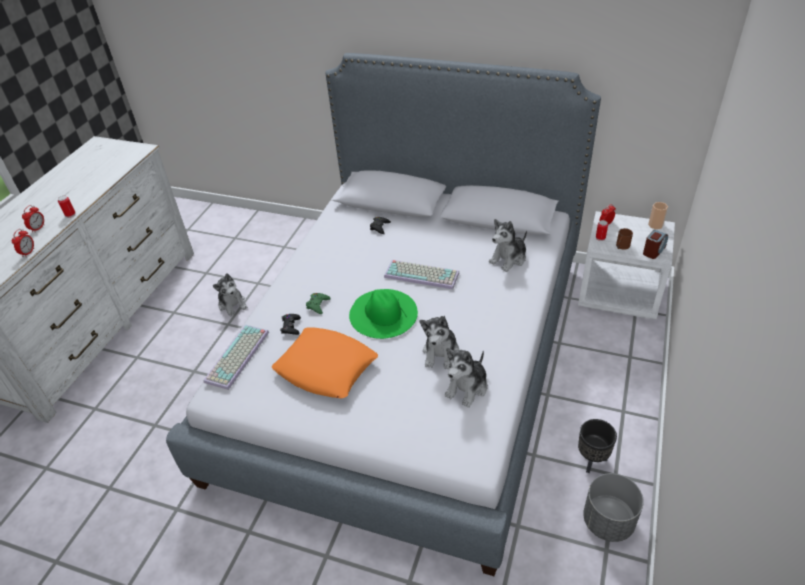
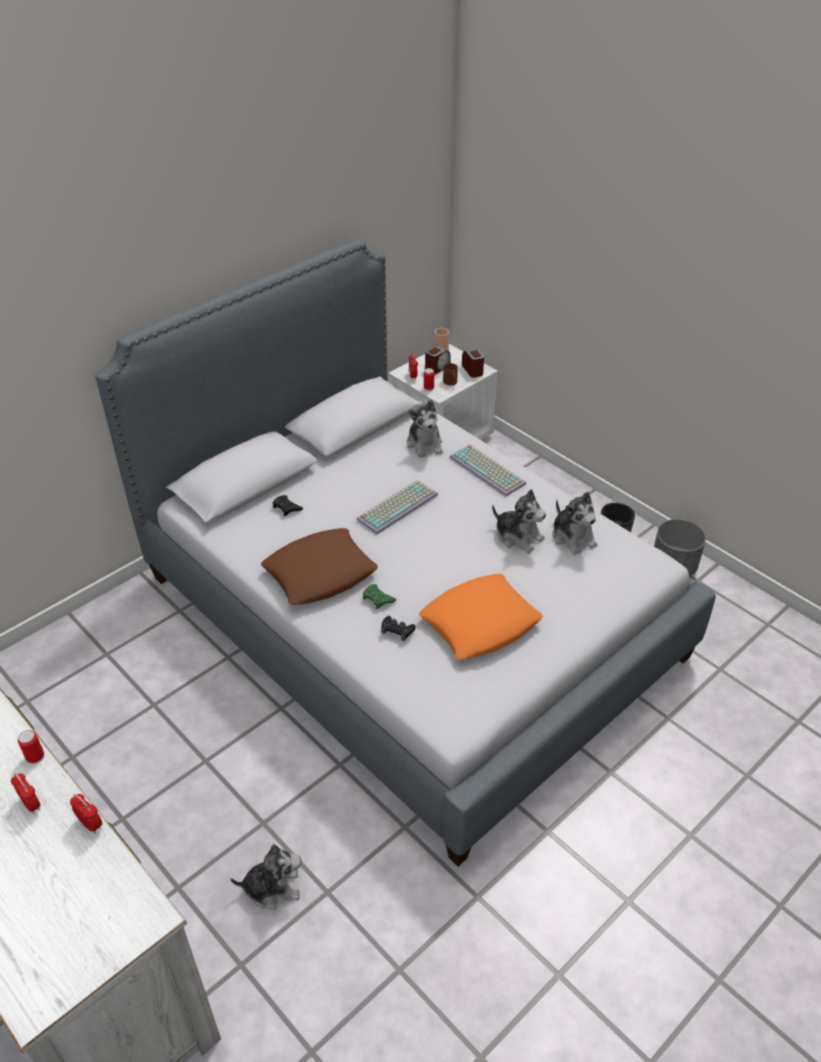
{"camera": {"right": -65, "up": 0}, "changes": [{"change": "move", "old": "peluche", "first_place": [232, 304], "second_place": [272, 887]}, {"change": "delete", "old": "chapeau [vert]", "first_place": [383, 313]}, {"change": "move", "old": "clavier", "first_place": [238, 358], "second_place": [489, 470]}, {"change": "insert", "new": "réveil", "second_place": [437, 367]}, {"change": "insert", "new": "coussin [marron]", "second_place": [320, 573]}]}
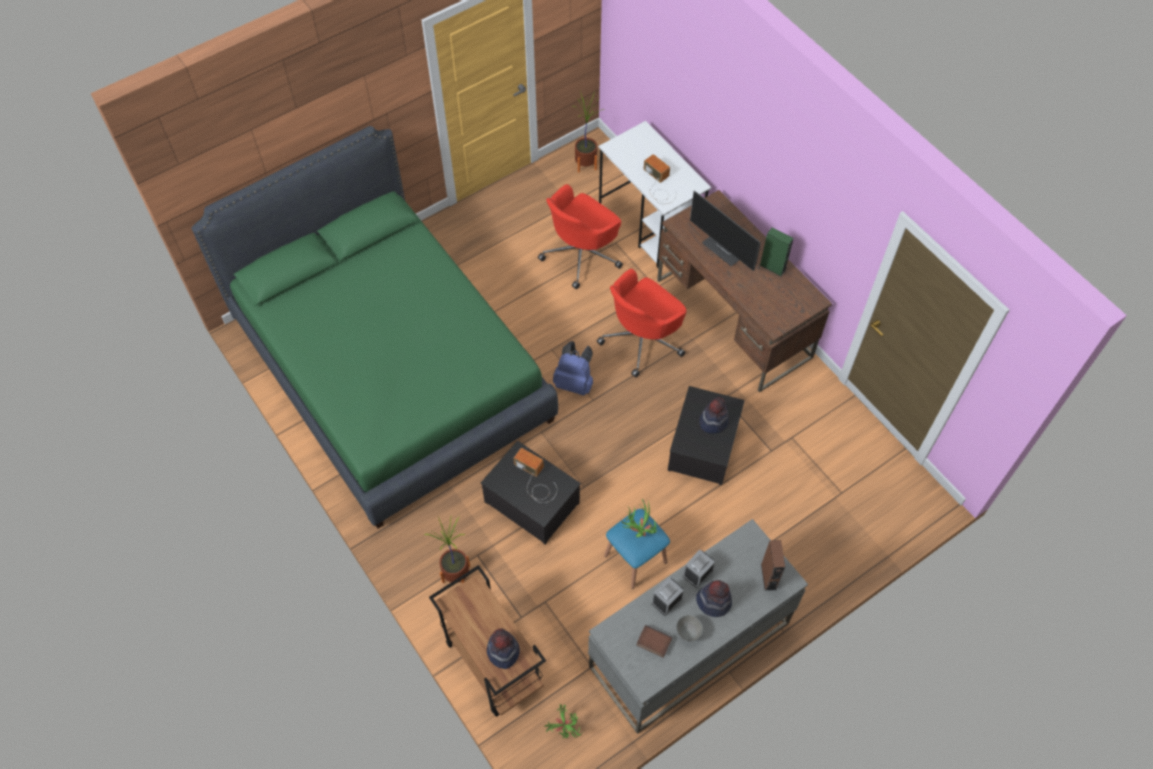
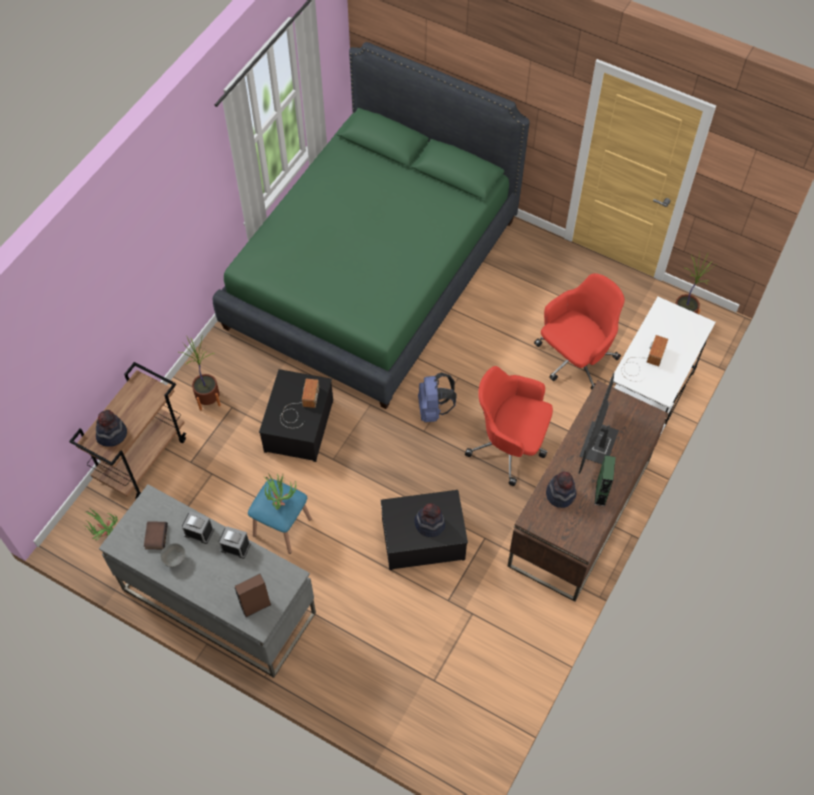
{"camera": {"right": 65, "up": 0}, "changes": [{"change": "rotate", "old": "chaise de bureau [rouge]", "first_place": [581, 255], "second_place": [574, 359], "degrees": 120}, {"change": "move", "old": "chapeau", "first_place": [713, 601], "second_place": [561, 494]}]}
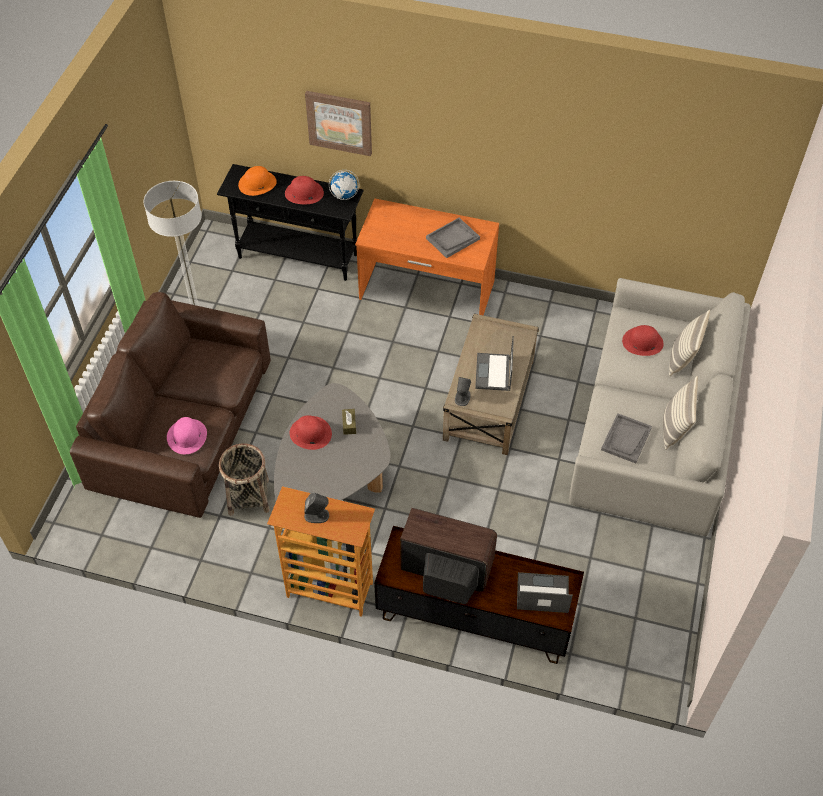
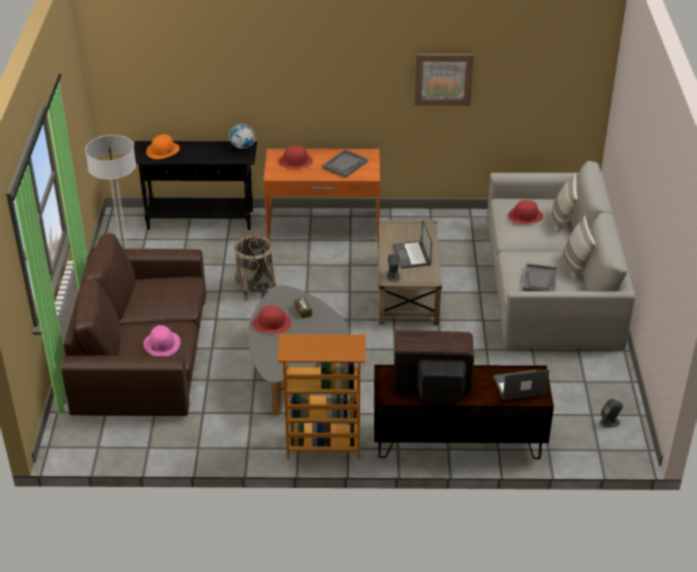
{"camera": {"right": -15, "up": -15}, "changes": [{"change": "move", "old": "tableau", "first_place": [339, 122], "second_place": [443, 78]}, {"change": "move", "old": "chapeau [rouge]", "first_place": [304, 193], "second_place": [295, 161]}, {"change": "move", "old": "panier", "first_place": [248, 496], "second_place": [255, 287]}, {"change": "move", "old": "enceinte [gris]", "first_place": [317, 515], "second_place": [610, 422]}]}
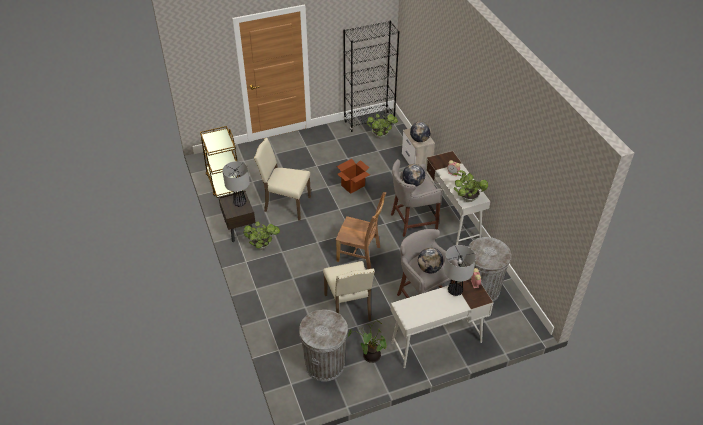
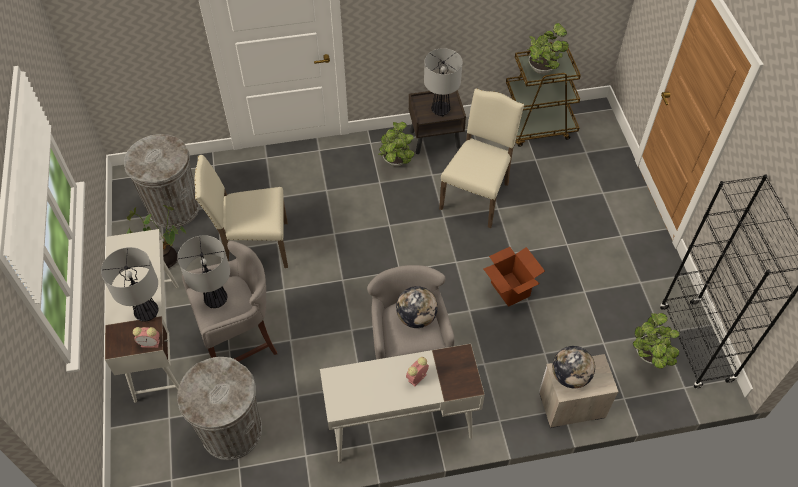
{"camera": {"right": 100, "up": 10}, "changes": [{"change": "move", "old": "plante en pot", "first_place": [467, 197], "second_place": [542, 67]}, {"change": "delete", "old": "chaise [marron]", "first_place": [360, 254]}, {"change": "replace", "old": "globe", "new": "lampe de table", "first_place": [429, 269], "second_place": [215, 299]}]}
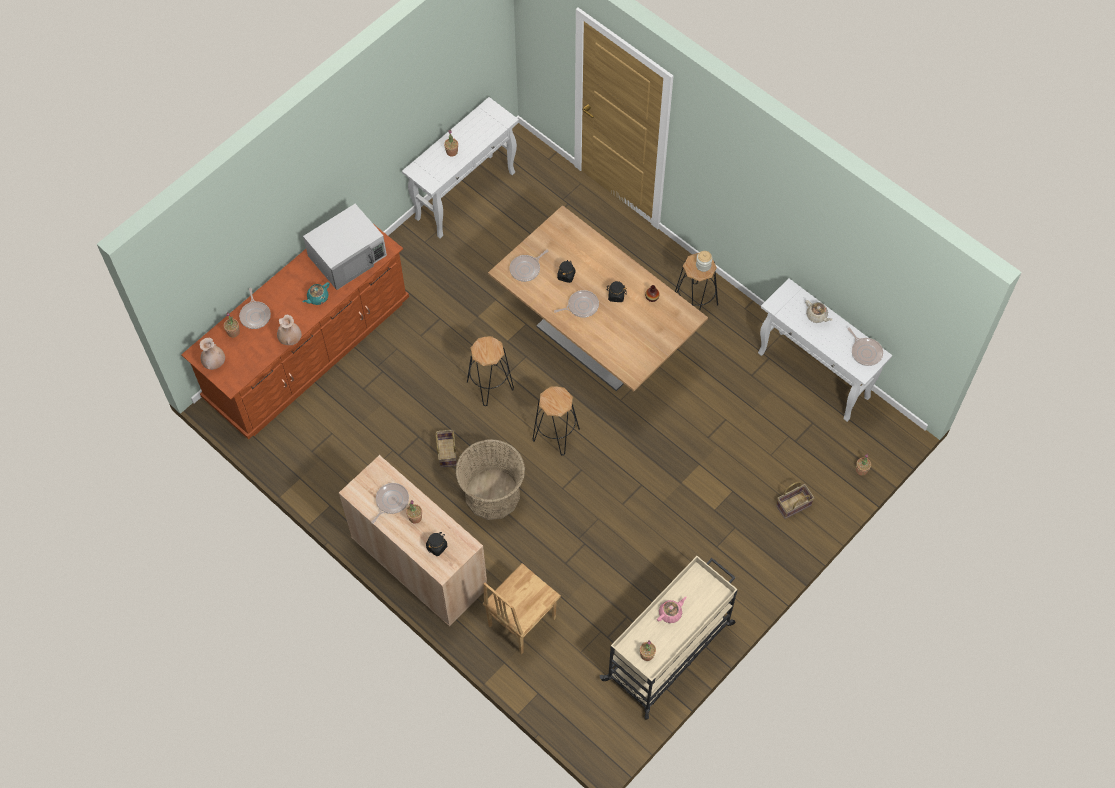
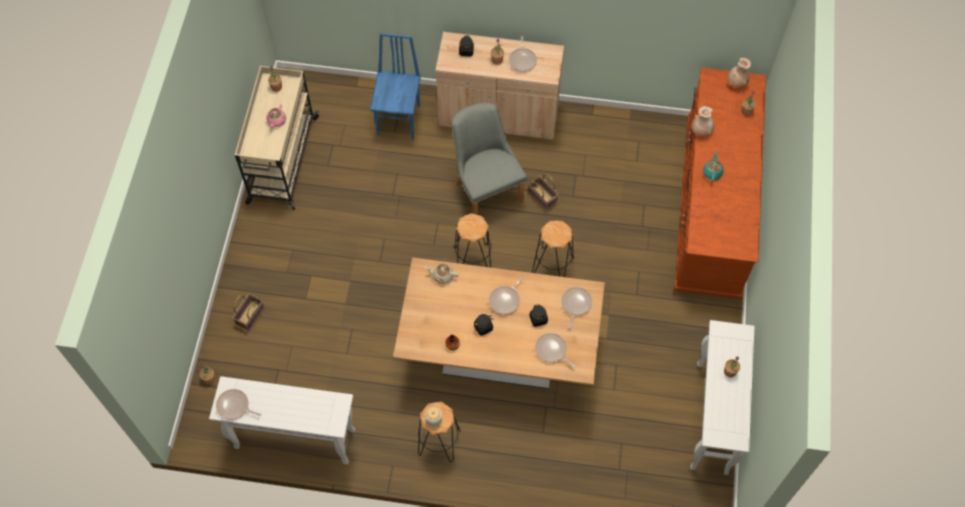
{"camera": {"right": 145, "up": 0}, "changes": [{"change": "delete", "old": "micro-ondes [blanc]", "first_place": [348, 256]}, {"change": "move", "old": "poêle", "first_place": [255, 315], "second_place": [552, 350]}, {"change": "move", "old": "théière [beige]", "first_place": [817, 316], "second_place": [442, 276]}, {"change": "replace", "old": "panier", "new": "chaise [gris]", "first_place": [492, 494], "second_place": [485, 188]}, {"change": "recolor", "old": "chaise [marron]", "new": "chaise [bleu]", "first_place": [521, 622], "second_place": [400, 120]}]}
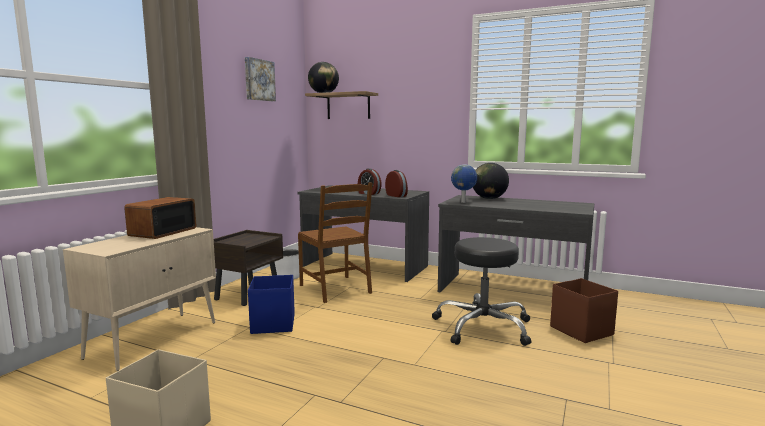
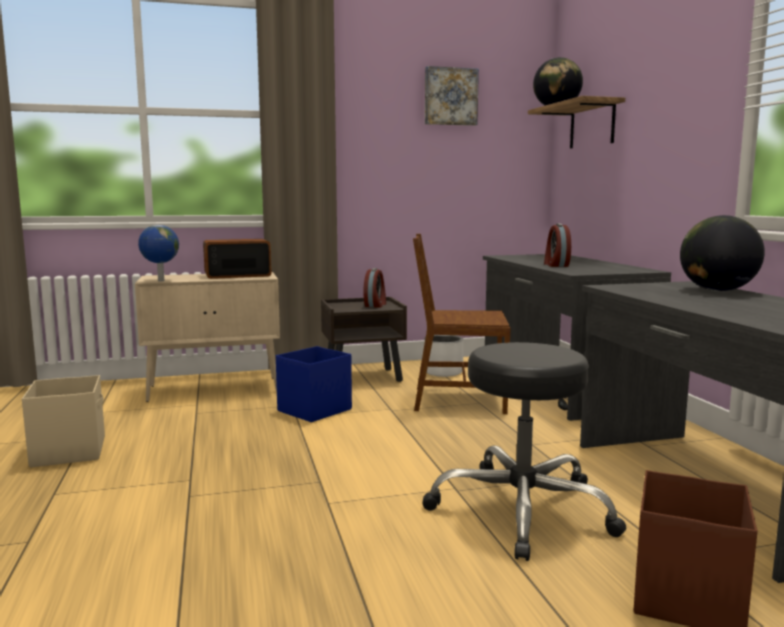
{"camera": {"right": 50, "up": 0}, "changes": [{"change": "move", "old": "globe", "first_place": [463, 202], "second_place": [160, 281]}, {"change": "move", "old": "réveil", "first_place": [397, 195], "second_place": [376, 305]}, {"change": "rotate", "old": "chaise [marron]", "first_place": [336, 289], "second_place": [458, 400], "degrees": 75}]}
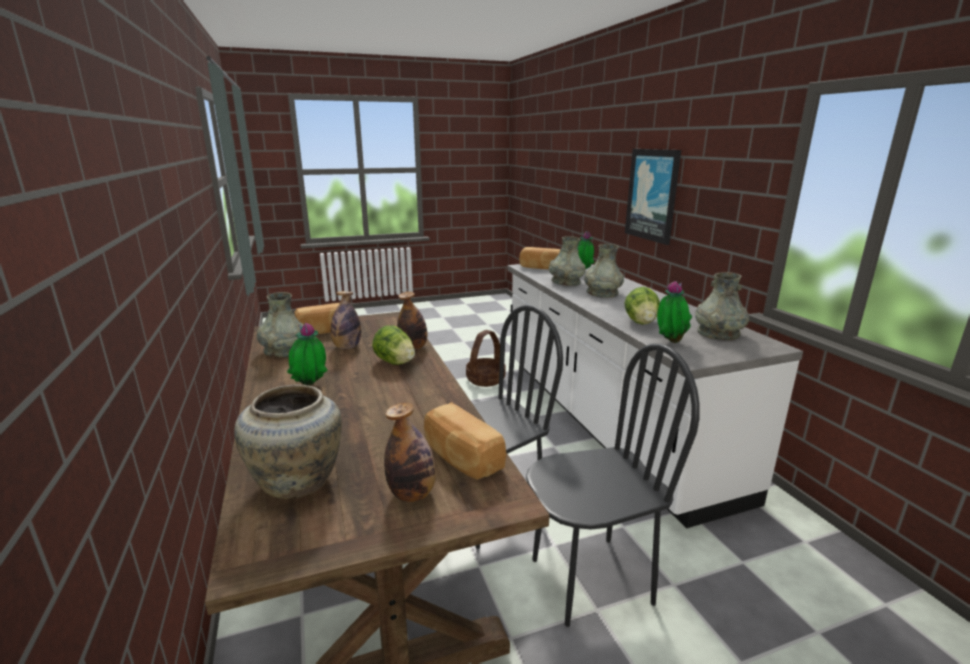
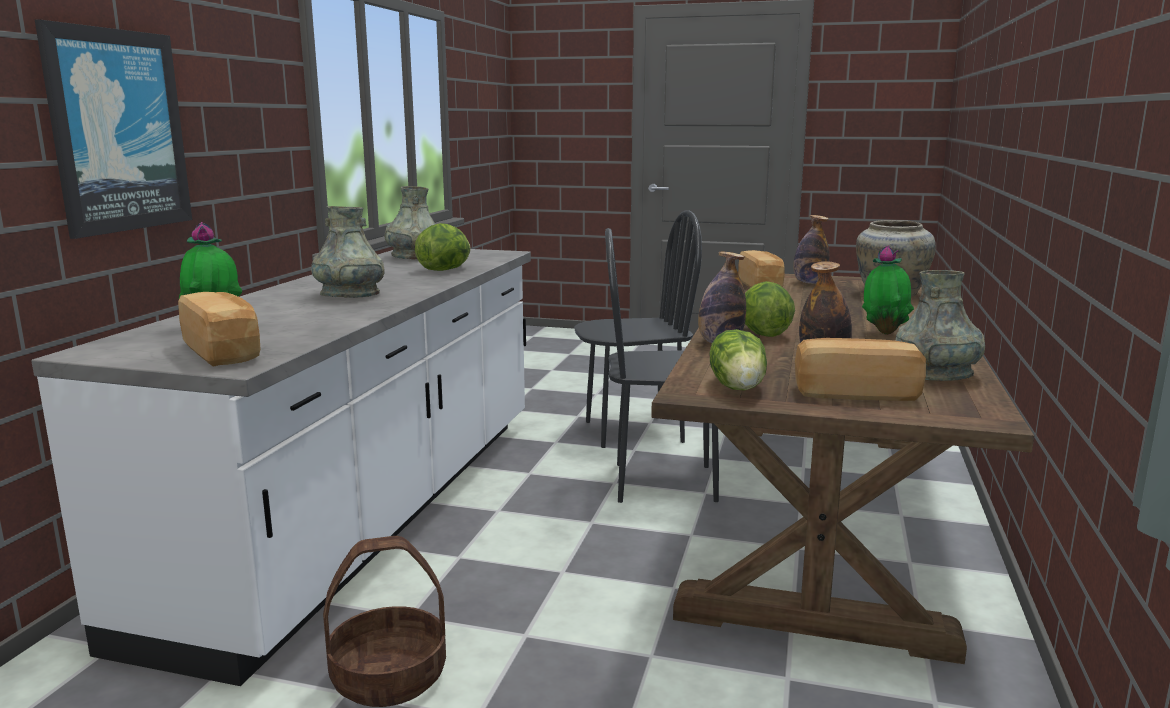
{"camera": {"right": -145, "up": -5}, "changes": [{"change": "delete", "old": "vase [gris]", "first_place": [566, 282]}, {"change": "delete", "old": "plante en pot", "first_place": [669, 342]}, {"change": "rotate", "old": "chaise [noir]", "first_place": [590, 579], "second_place": [633, 431], "degrees": 150}, {"change": "insert", "new": "laitue", "second_place": [739, 387]}]}
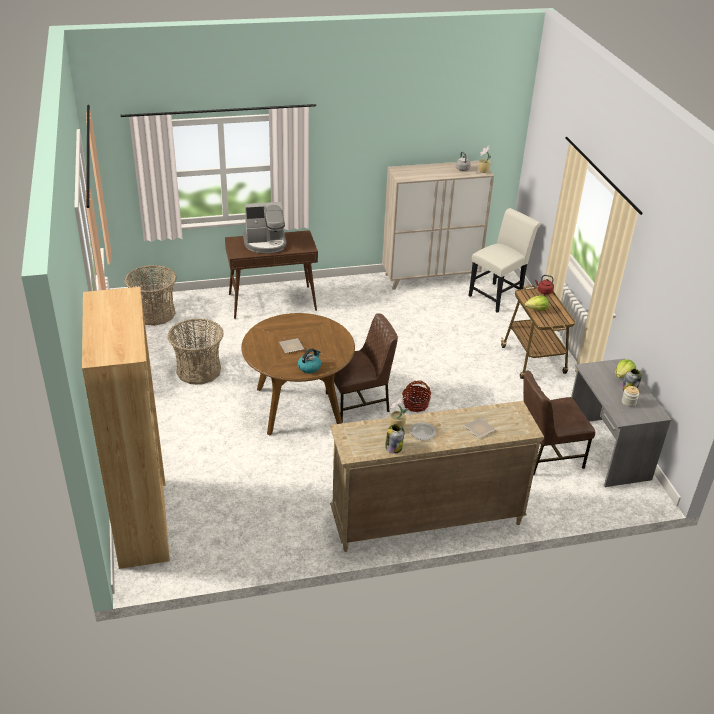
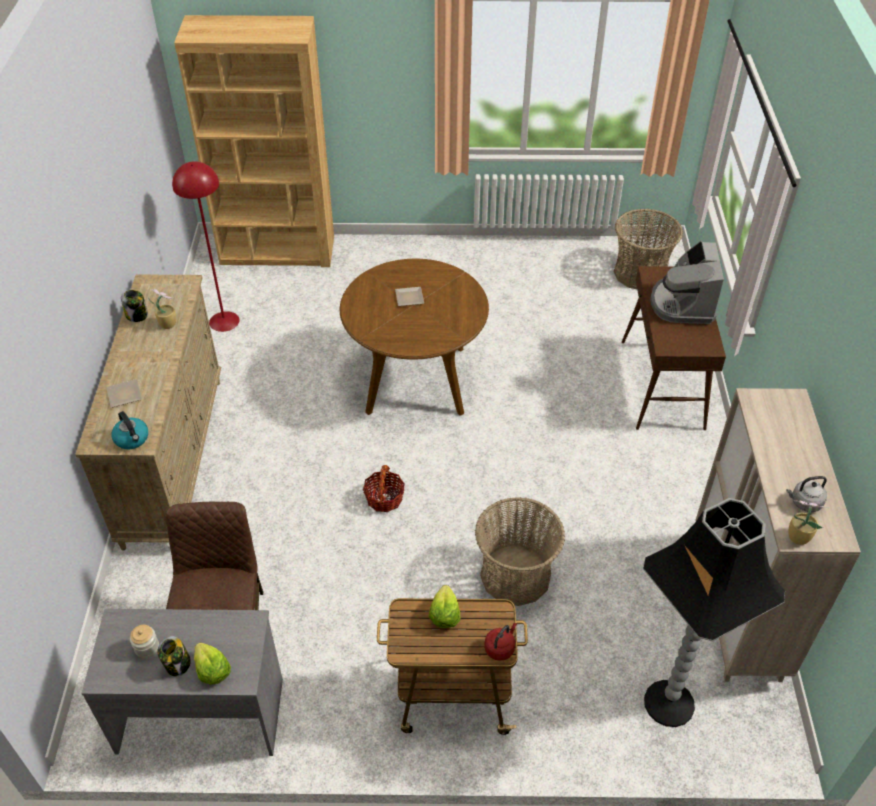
{"camera": {"right": 105, "up": 10}, "changes": [{"change": "replace", "old": "chaise [blanc]", "new": "lampadaire [noir]", "first_place": [498, 296], "second_place": [669, 704]}, {"change": "delete", "old": "chaise [marron]", "first_place": [359, 403]}, {"change": "move", "old": "panier", "first_place": [198, 371], "second_place": [515, 575]}, {"change": "move", "old": "bouilloire", "first_place": [309, 367], "second_place": [132, 439]}, {"change": "delete", "old": "assiette", "first_place": [423, 433]}, {"change": "insert", "new": "lampadaire [rouge]", "second_place": [224, 321]}]}
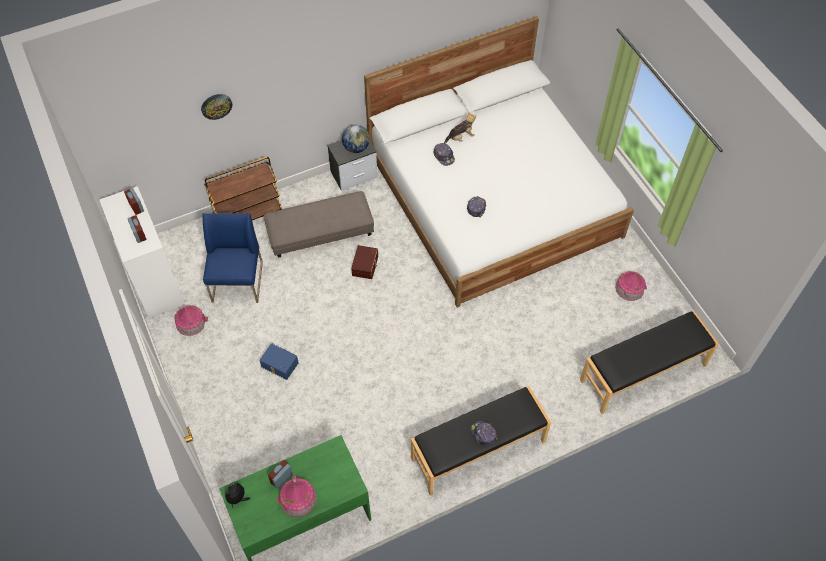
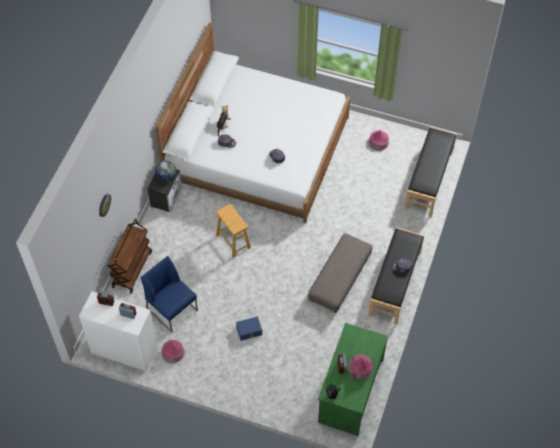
{"camera": {"right": -45, "up": 0}, "changes": [{"change": "move", "old": "pouf [gris]", "first_place": [320, 232], "second_place": [340, 278]}, {"change": "replace", "old": "boîte de rangement [marron]", "new": "tabouret [marron]", "first_place": [366, 265], "second_place": [233, 241]}]}
